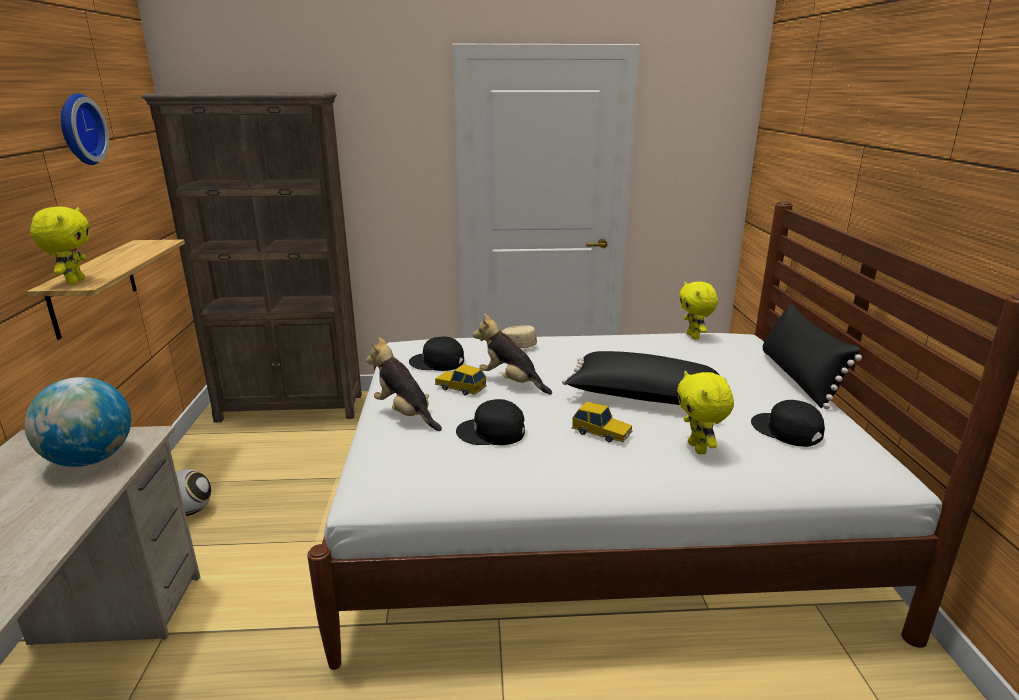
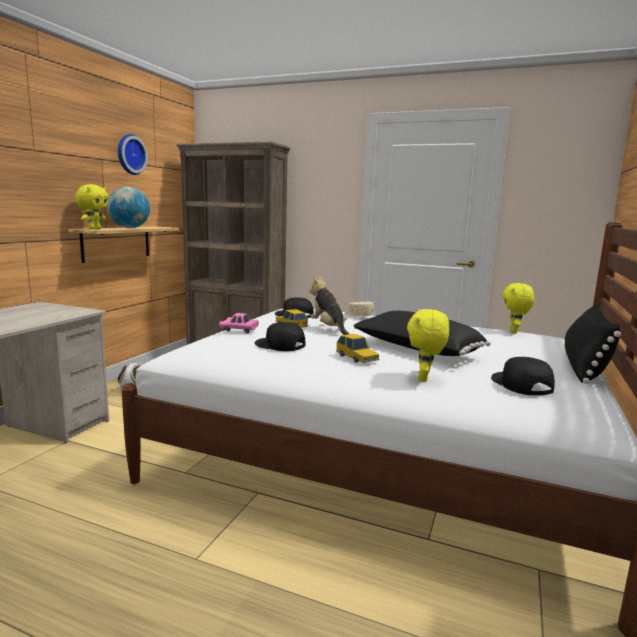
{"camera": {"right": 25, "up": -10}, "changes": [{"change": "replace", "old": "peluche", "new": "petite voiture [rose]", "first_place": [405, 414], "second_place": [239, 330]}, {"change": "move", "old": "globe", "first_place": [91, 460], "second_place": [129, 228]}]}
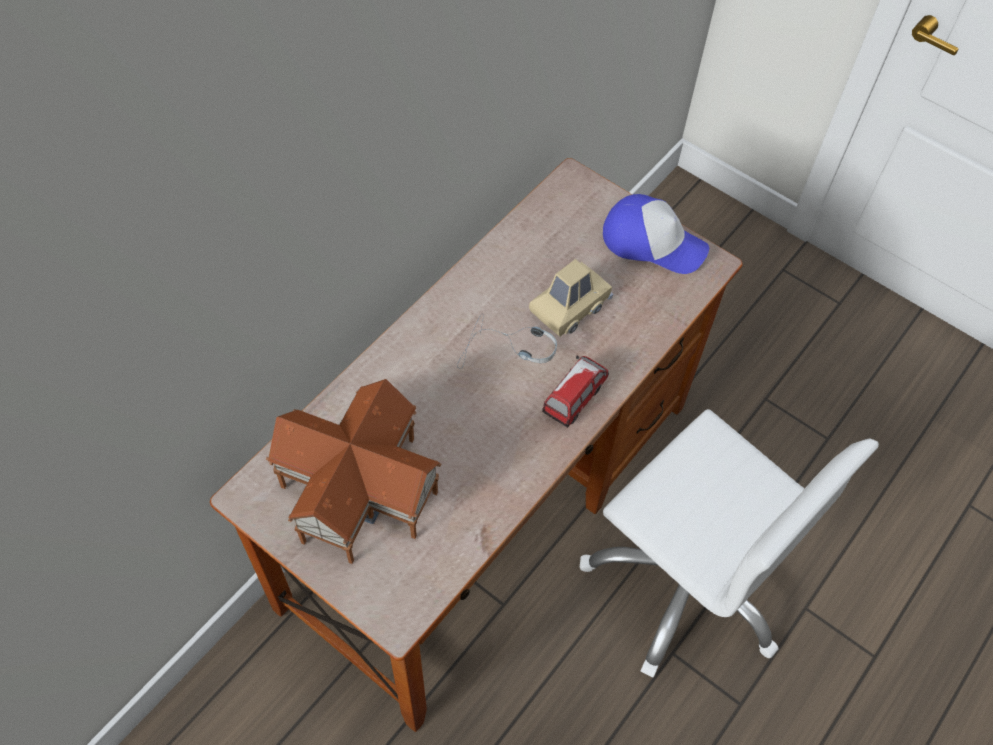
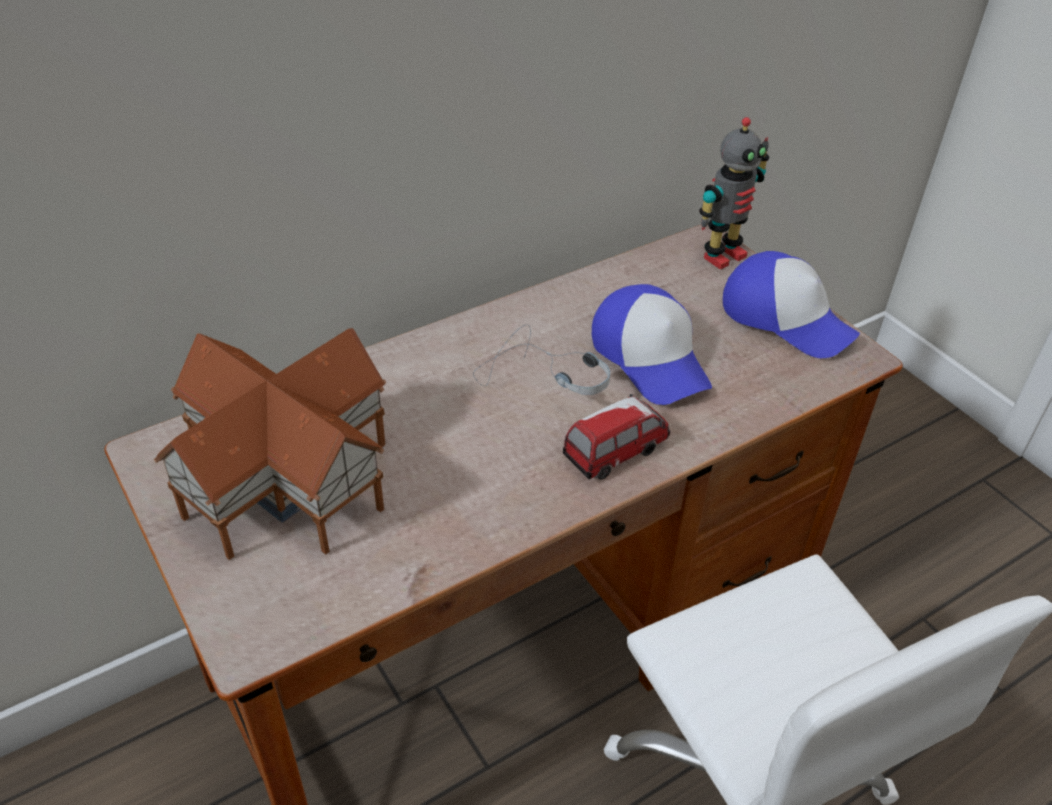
{"camera": {"right": 20, "up": -15}, "changes": [{"change": "replace", "old": "petite voiture [beige]", "new": "casquette", "first_place": [569, 306], "second_place": [651, 358]}, {"change": "insert", "new": "robot jouet", "second_place": [722, 255]}]}
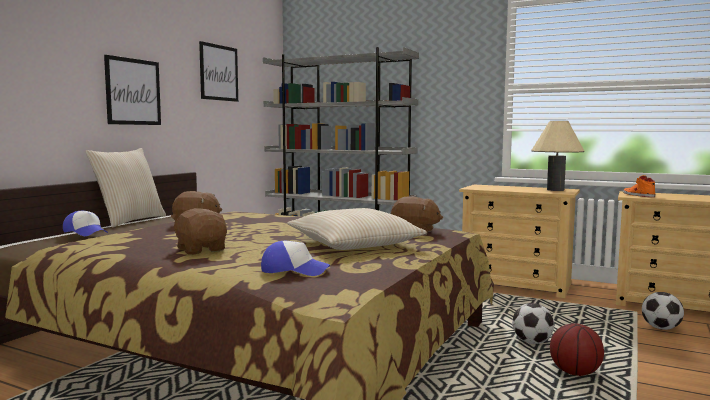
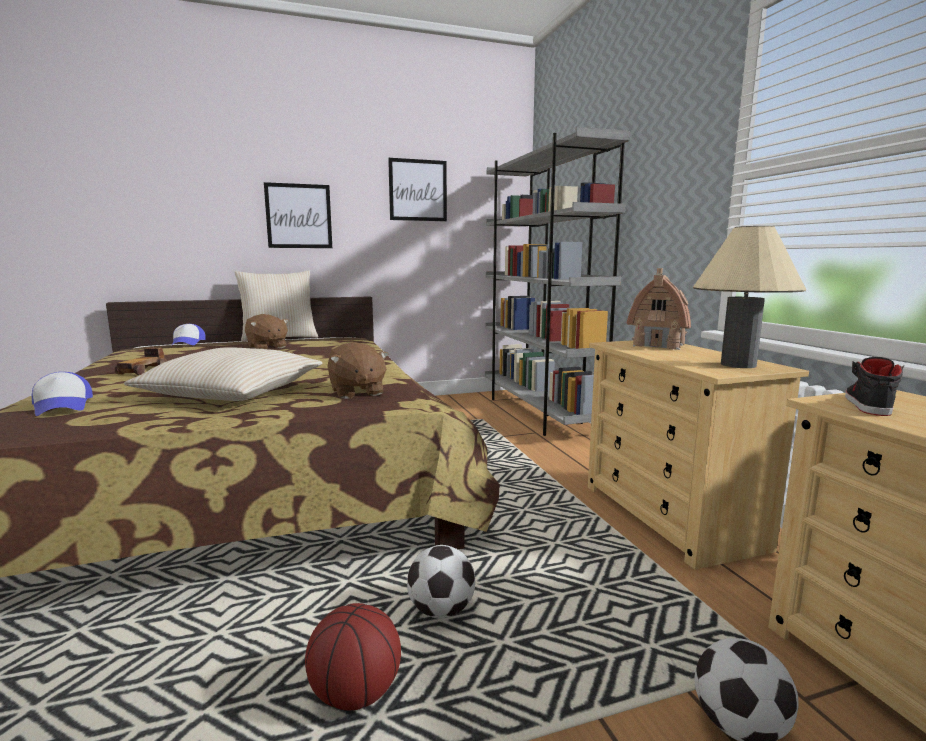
{"camera": {"right": 45, "up": 5}, "changes": [{"change": "recolor", "old": "chaussure [orange]", "new": "chaussure [noir]", "first_place": [638, 195], "second_place": [867, 404]}, {"change": "replace", "old": "peluche [marron]", "new": "petite voiture", "first_place": [201, 250], "second_place": [143, 371]}, {"change": "insert", "new": "maison miniature", "second_place": [659, 345]}]}
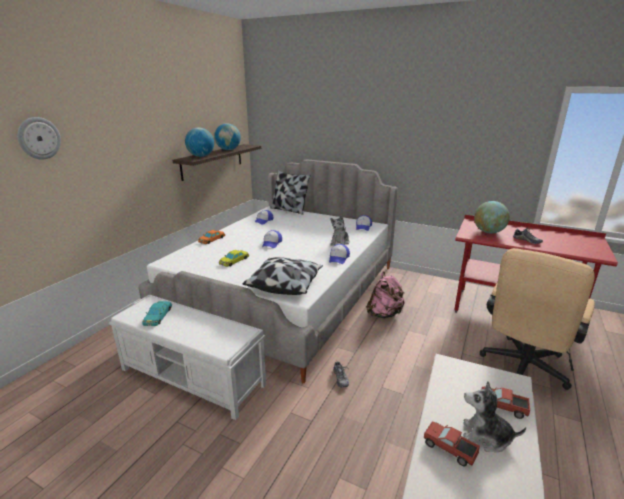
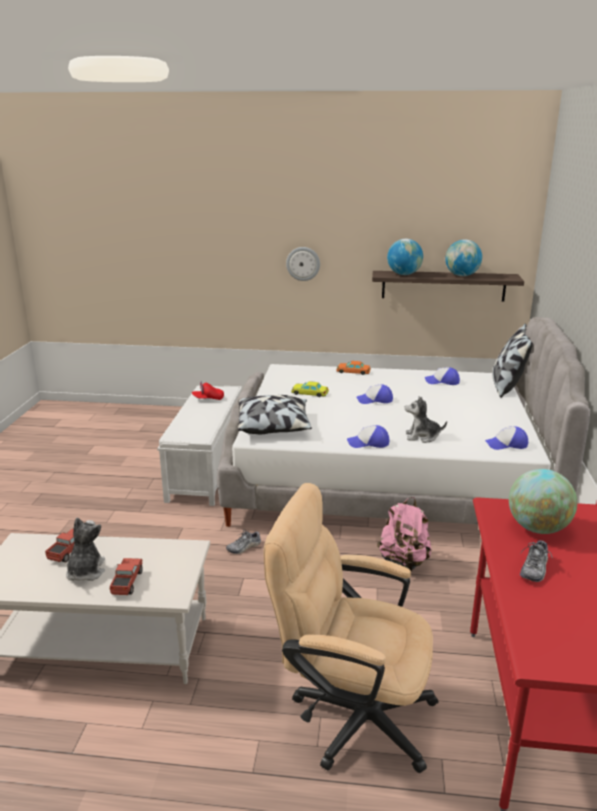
{"camera": {"right": 70, "up": 0}, "changes": [{"change": "move", "old": "horloge murale", "first_place": [39, 138], "second_place": [303, 263]}, {"change": "replace", "old": "petite voiture [turquoise]", "new": "casquette [rouge]", "first_place": [158, 316], "second_place": [208, 399]}]}
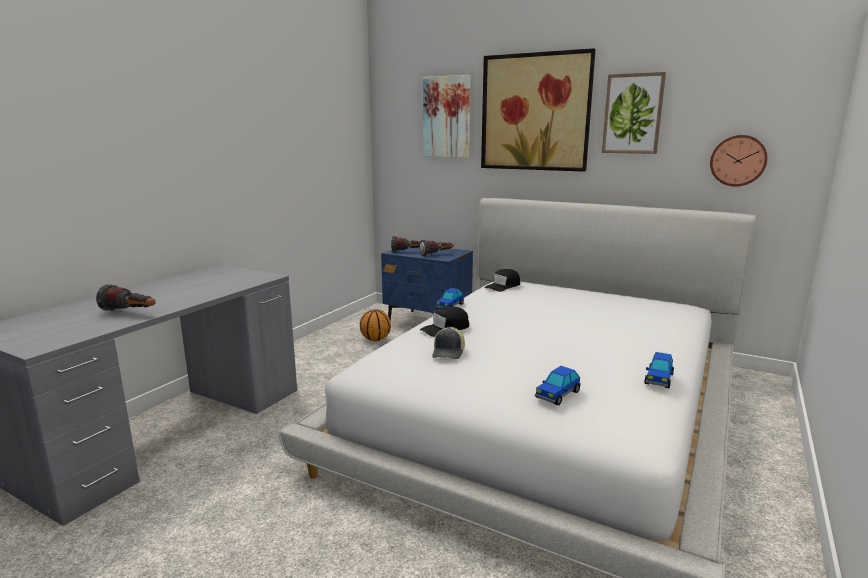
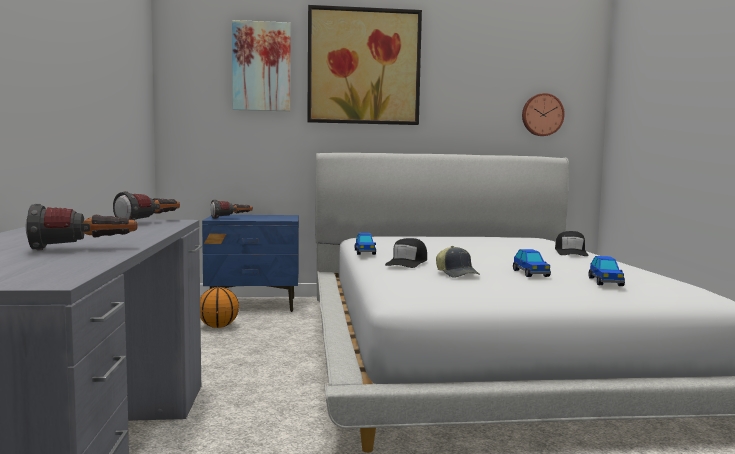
{"camera": {"right": -35, "up": -10}, "changes": [{"change": "delete", "old": "tableau", "first_place": [632, 114]}, {"change": "move", "old": "lampe de poche", "first_place": [437, 254], "second_place": [150, 222]}, {"change": "move", "old": "casquette [noir]", "first_place": [503, 286], "second_place": [571, 252]}, {"change": "move", "old": "petite voiture", "first_place": [658, 379], "second_place": [530, 273]}]}
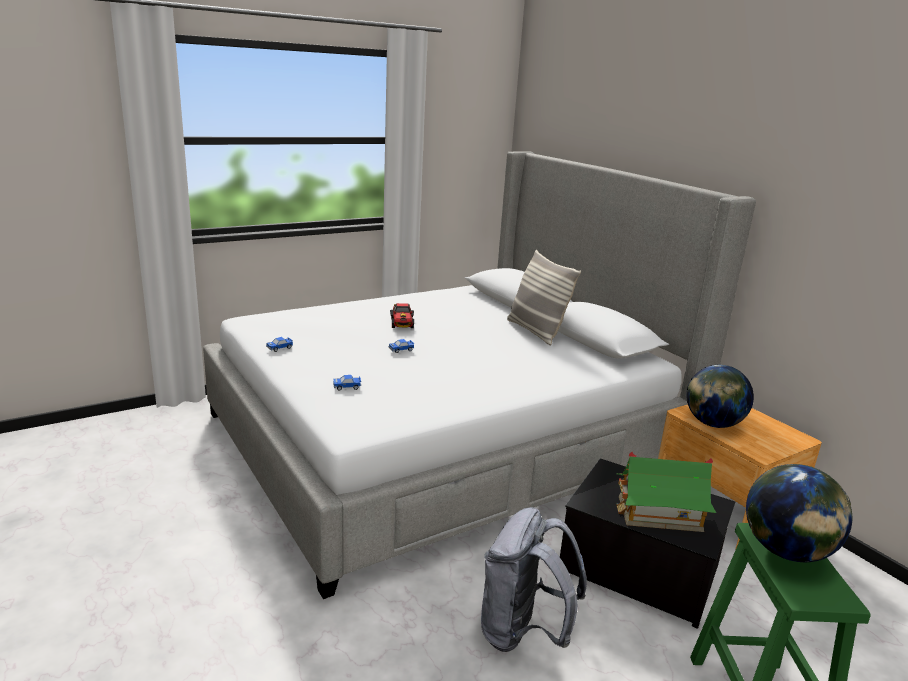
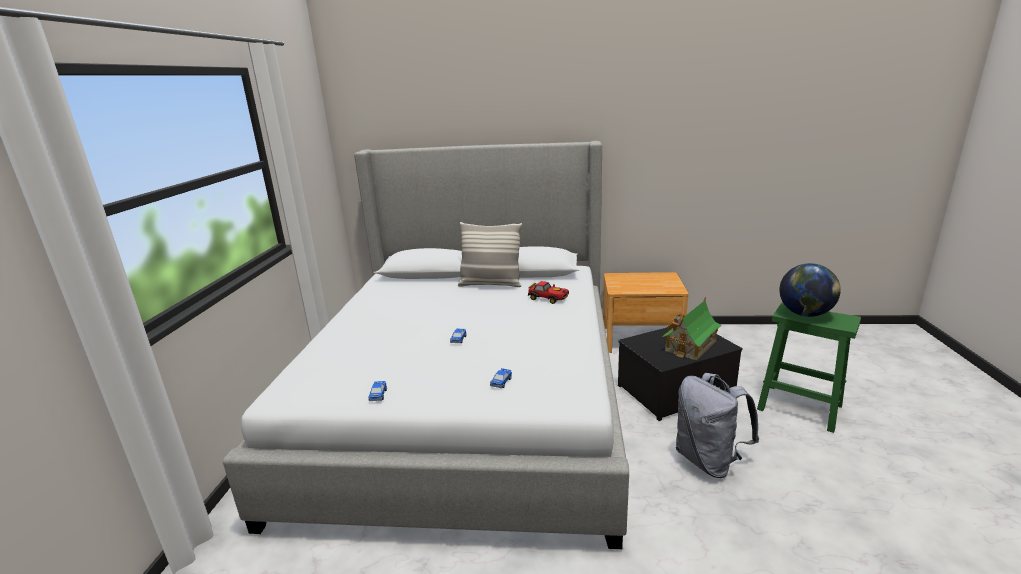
{"camera": {"right": -50, "up": 0}, "changes": [{"change": "move", "old": "petite voiture", "first_place": [402, 324], "second_place": [548, 299]}, {"change": "delete", "old": "globe", "first_place": [712, 424]}]}
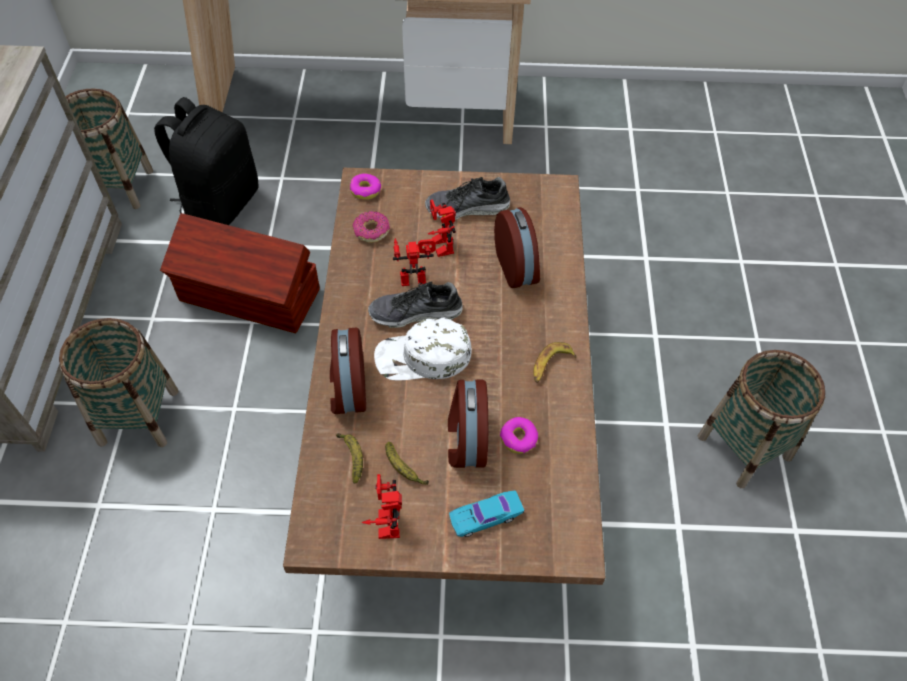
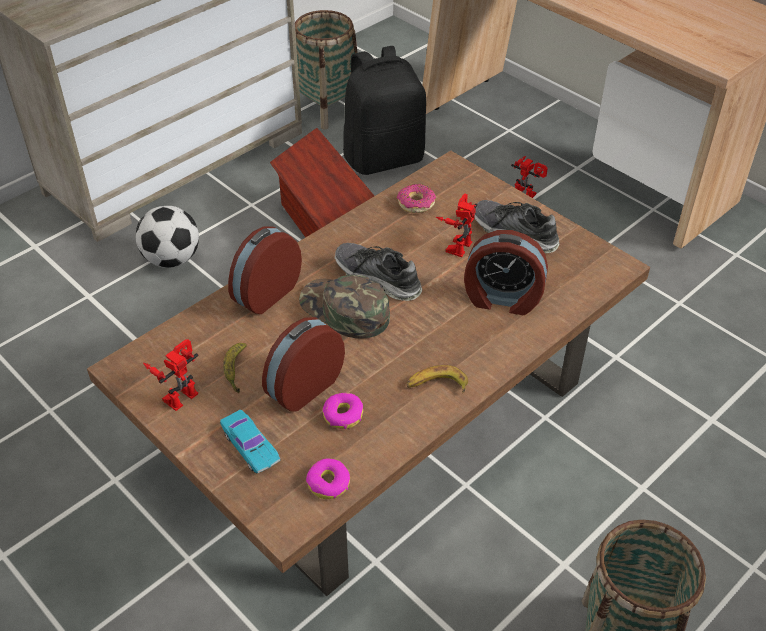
{"camera": {"right": 45, "up": -10}, "changes": [{"change": "move", "old": "beignet", "first_place": [365, 190], "second_place": [328, 483]}, {"change": "rotate", "old": "réveil", "first_place": [517, 267], "second_place": [502, 299], "degrees": 75}, {"change": "move", "old": "robot jouet", "first_place": [414, 275], "second_place": [527, 193]}, {"change": "replace", "old": "panier", "new": "ballon de foot", "first_place": [138, 416], "second_place": [172, 259]}, {"change": "recolor", "old": "casquette [blanc]", "new": "casquette [vert]", "first_place": [423, 357], "second_place": [344, 310]}, {"change": "delete", "old": "banane", "first_place": [352, 457]}, {"change": "rotate", "old": "petite voiture [turquoise]", "first_place": [486, 516], "second_place": [250, 446], "degrees": -150}]}
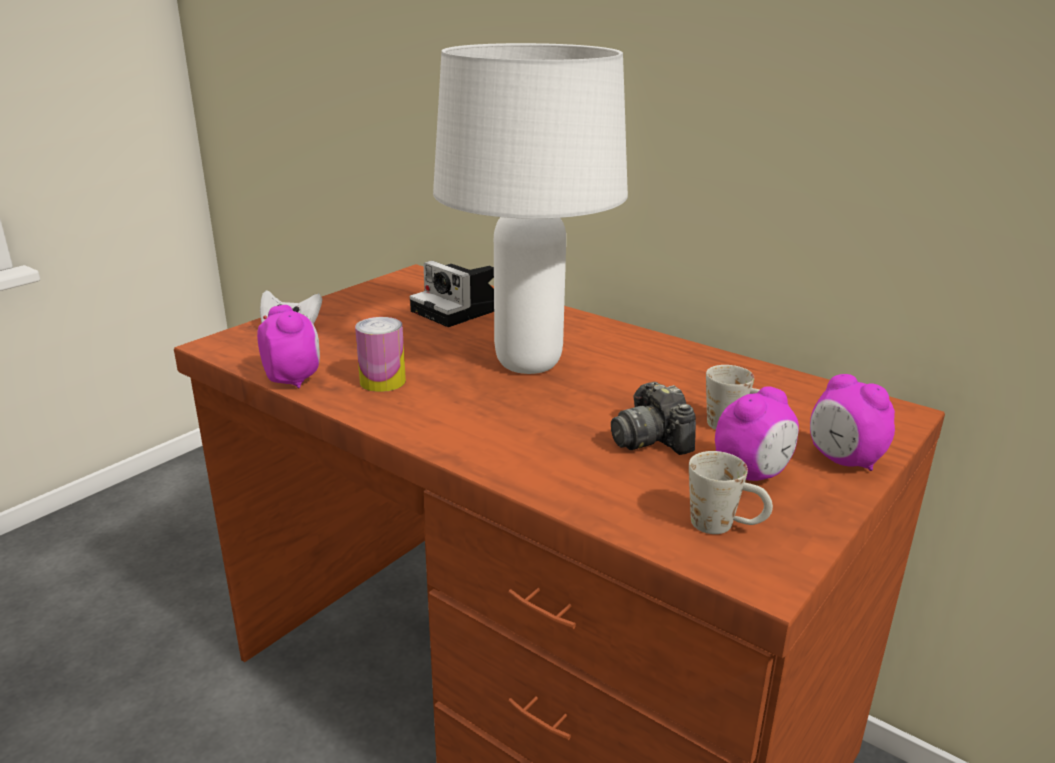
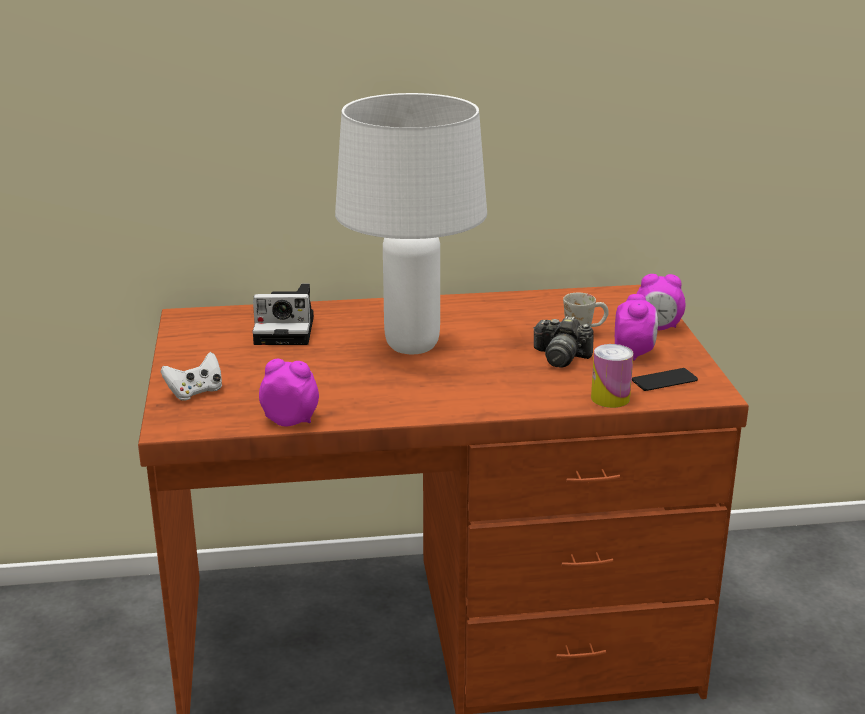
{"camera": {"right": -45, "up": 0}, "changes": [{"change": "move", "old": "boîte métallique", "first_place": [382, 381], "second_place": [610, 398]}, {"change": "replace", "old": "mug [blanc]", "new": "téléphone", "first_place": [725, 526], "second_place": [664, 380]}]}
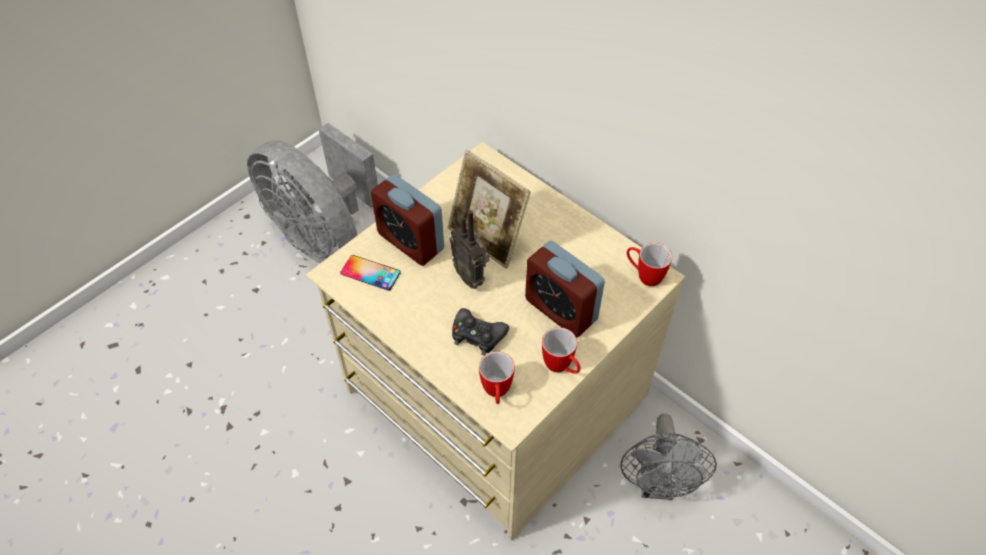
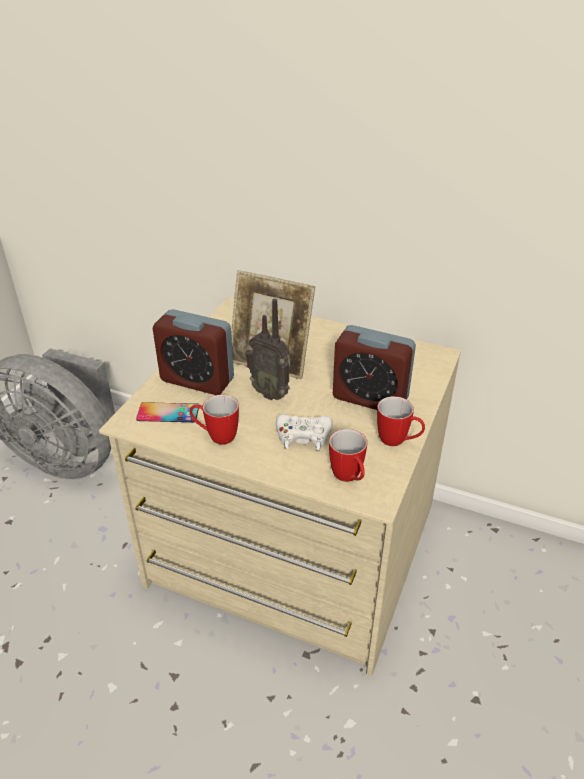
{"camera": {"right": -20, "up": -15}, "changes": [{"change": "move", "old": "mug", "first_place": [644, 275], "second_place": [216, 436]}, {"change": "recolor", "old": "manette [noir]", "new": "manette [blanc]", "first_place": [477, 335], "second_place": [303, 436]}, {"change": "delete", "old": "ventilateur [gris]", "first_place": [656, 484]}]}
